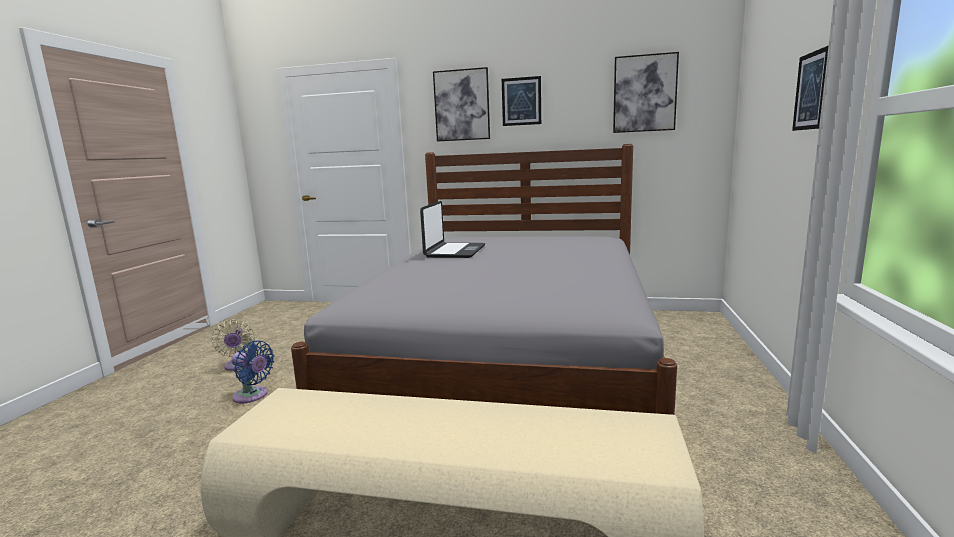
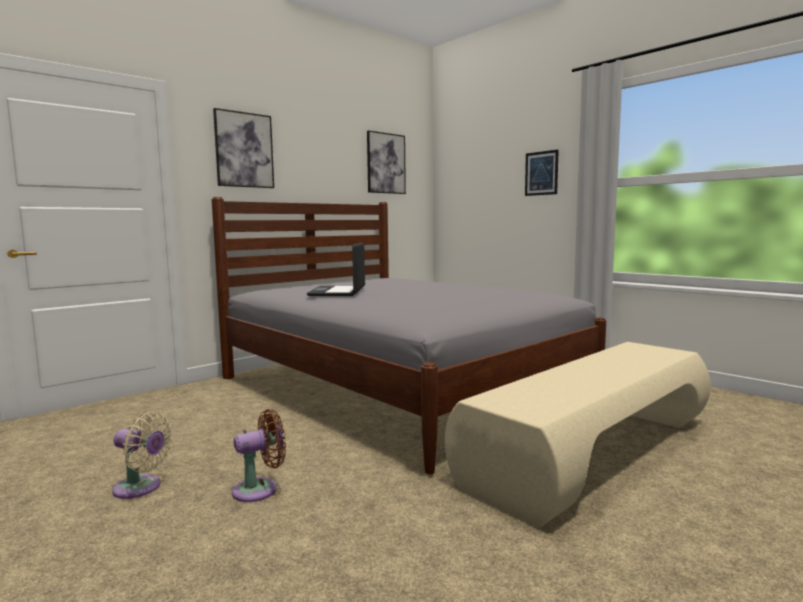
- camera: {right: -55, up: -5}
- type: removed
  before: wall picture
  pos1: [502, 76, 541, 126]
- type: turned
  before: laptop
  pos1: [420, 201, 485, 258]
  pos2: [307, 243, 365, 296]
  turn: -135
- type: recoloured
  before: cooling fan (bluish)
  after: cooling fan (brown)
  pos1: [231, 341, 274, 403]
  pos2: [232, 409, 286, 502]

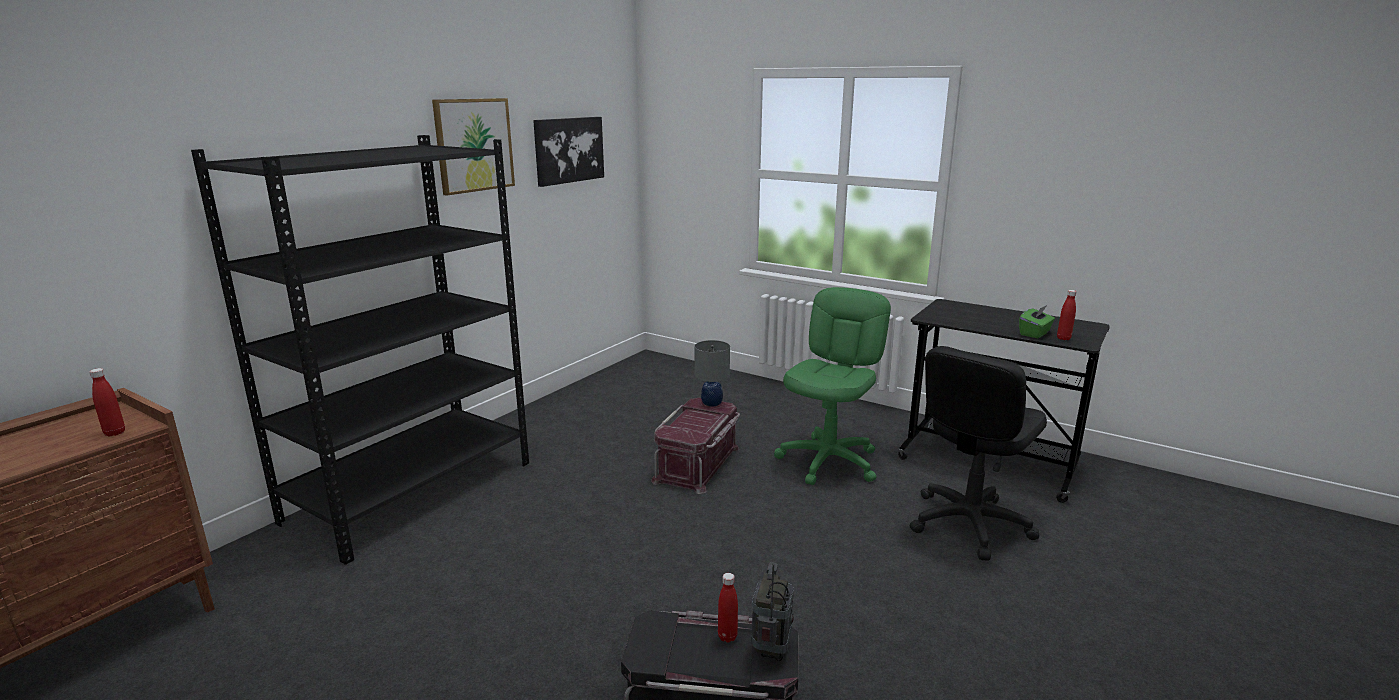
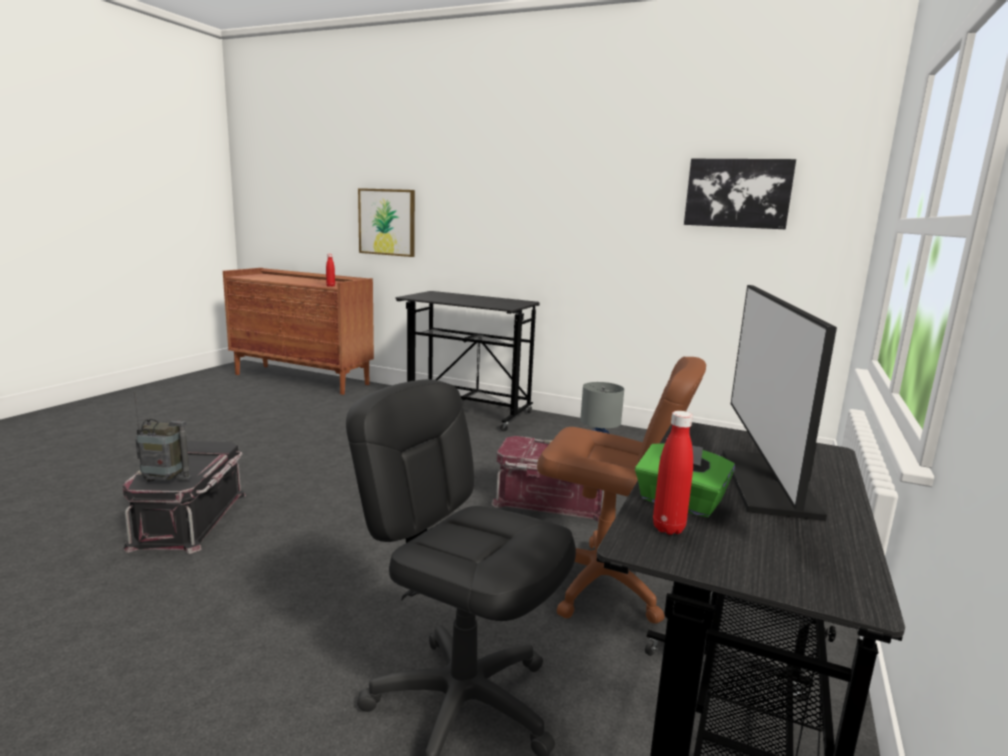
- camera: {right: 80, up: -5}
- type: moved
  before: wall picture
  pos1: [432, 98, 515, 196]
  pos2: [358, 188, 415, 257]
- type: replaced
  before: bookcase (black-coloured)
  after: desk (black-coloured)
  pos1: [191, 135, 529, 565]
  pos2: [396, 291, 540, 431]
- type: recoloured
  before: computer chair (greenish)
  after: computer chair (brown)
  pos1: [774, 287, 891, 485]
  pos2: [537, 357, 706, 624]
- type: removed
  before: drink bottle (red-coloured)
  pos1: [718, 573, 738, 643]
- type: added
  after: computer display
  pos2: [722, 285, 837, 521]

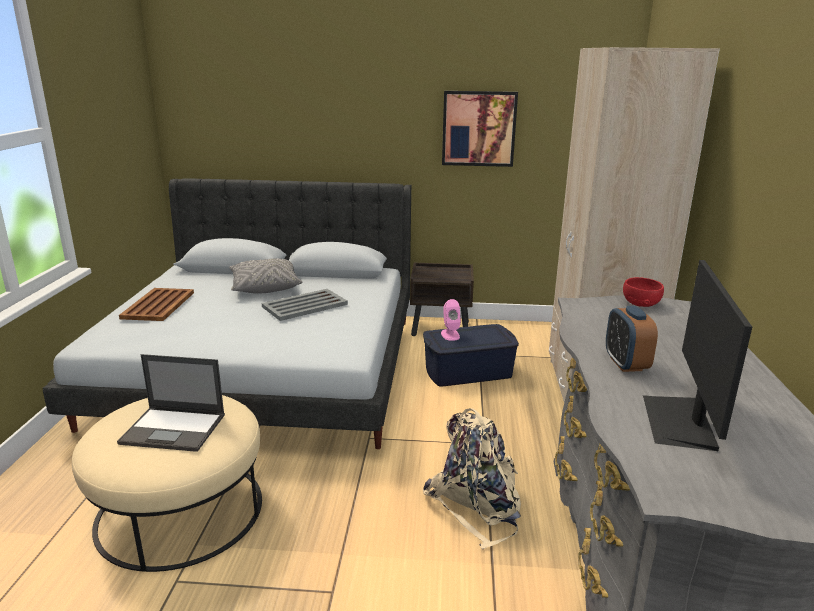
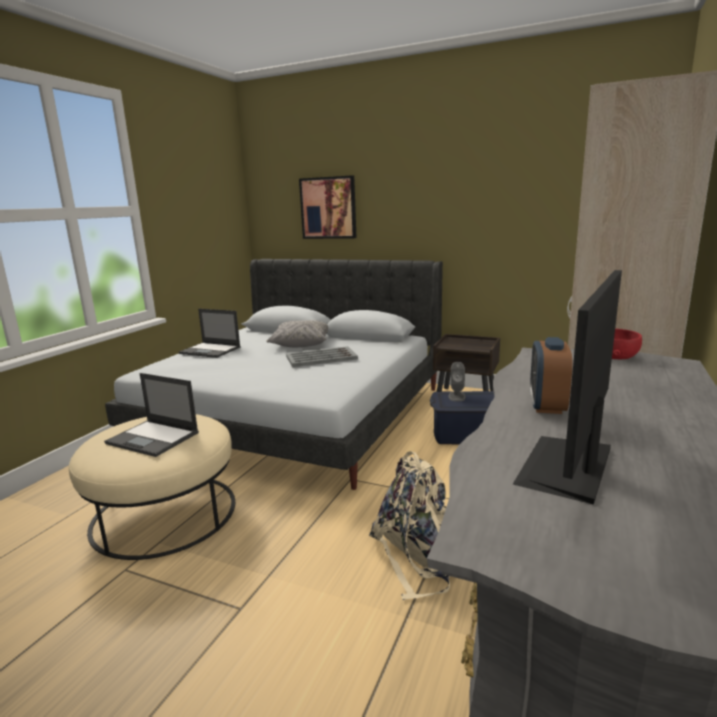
- camera: {right: 20, up: -5}
- type: moved
  before: wall picture
  pos1: [442, 91, 518, 167]
  pos2: [299, 175, 357, 239]
- type: replaced
  before: carrying tray (brown)
  after: laptop
  pos1: [119, 288, 194, 321]
  pos2: [179, 309, 241, 358]
- type: recoloured
  before: speaker (pinkish)
  after: speaker (greyish)
  pos1: [441, 299, 461, 341]
  pos2: [448, 362, 466, 401]

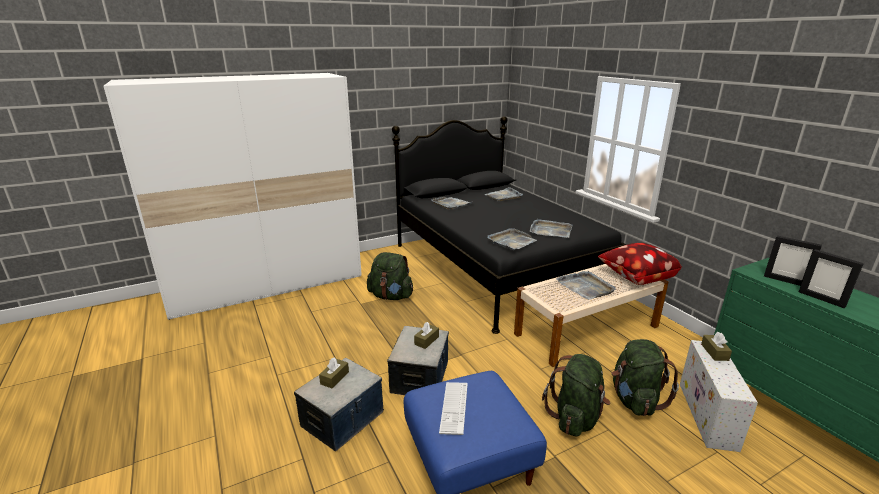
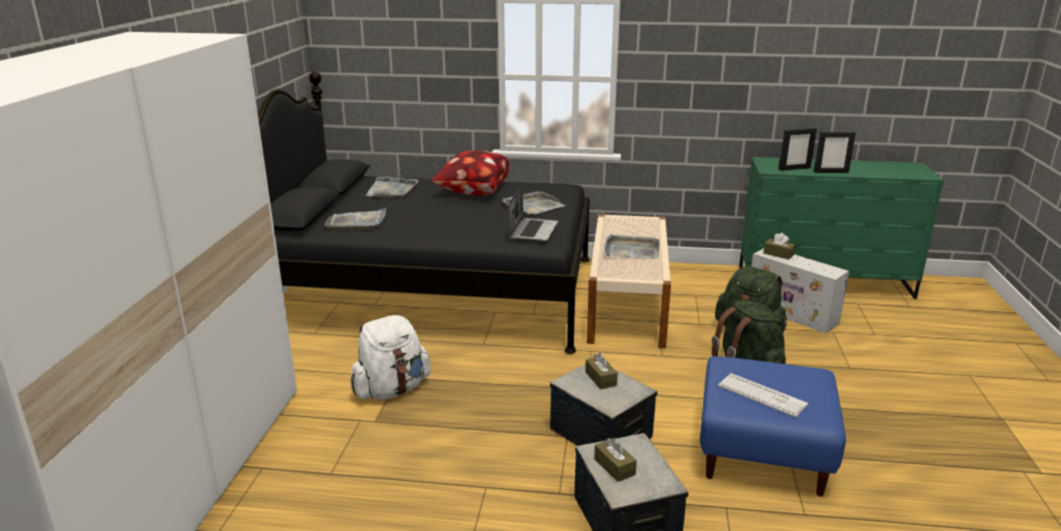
- camera: {right: -55, up: 0}
- type: replaced
  before: carrying tray (greyish)
  after: laptop
  pos1: [487, 228, 537, 250]
  pos2: [509, 185, 558, 242]
- type: moved
  before: pillow
  pos1: [598, 243, 682, 285]
  pos2: [432, 151, 509, 195]
- type: recoloured
  before: backpack (greenish)
  after: backpack (white-coloured)
  pos1: [367, 252, 413, 300]
  pos2: [350, 315, 431, 400]

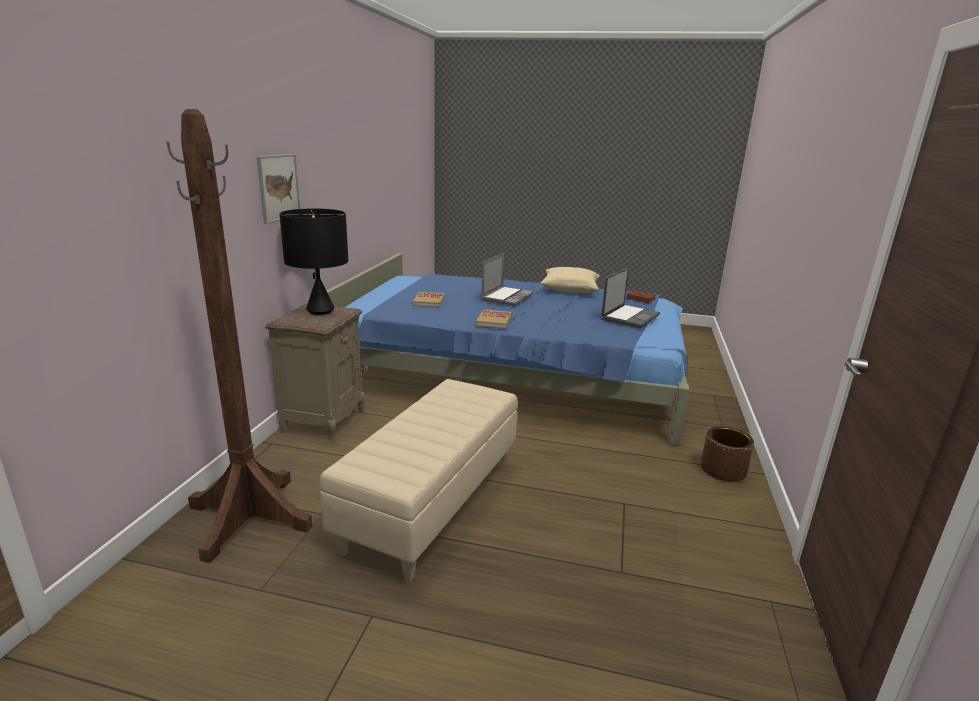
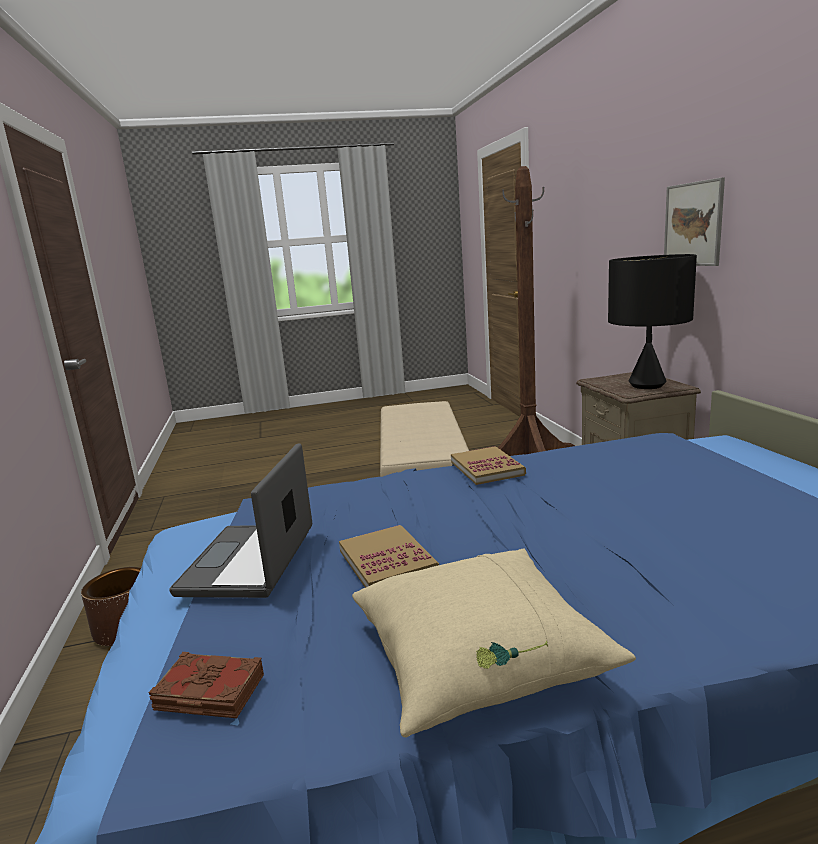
- camera: {right: 155, up: -5}
- type: removed
  before: laptop
  pos1: [481, 253, 533, 306]
- type: moved
  before: bound book
  pos1: [412, 292, 445, 307]
  pos2: [339, 525, 439, 588]

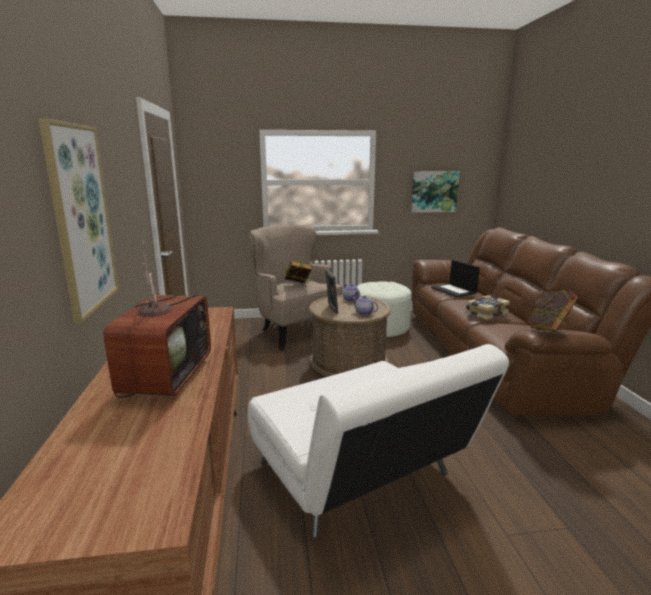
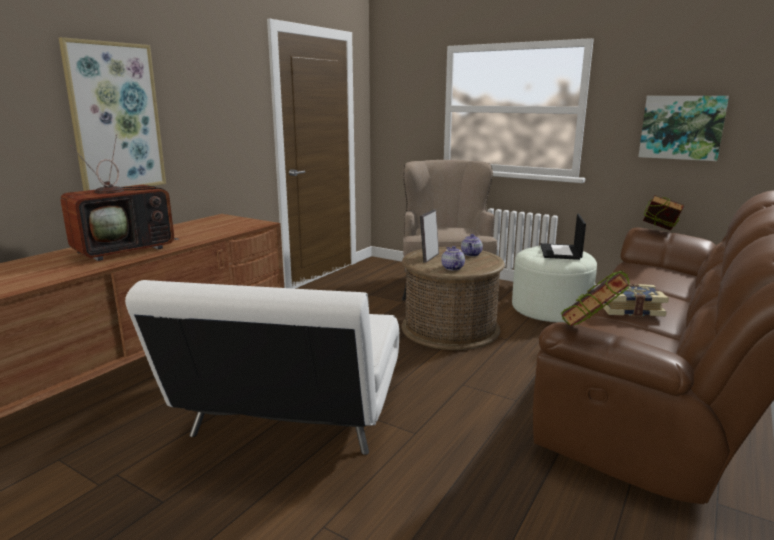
- camera: {right: 40, up: 0}
- type: moved
  before: bound book
  pos1: [285, 260, 312, 283]
  pos2: [643, 195, 684, 231]
- type: moved
  before: laptop
  pos1: [431, 260, 480, 297]
  pos2: [540, 214, 586, 260]

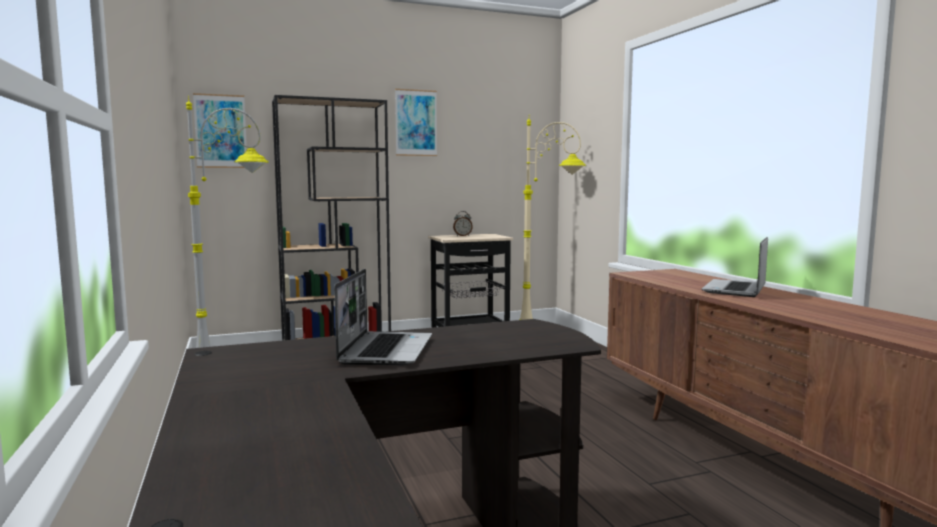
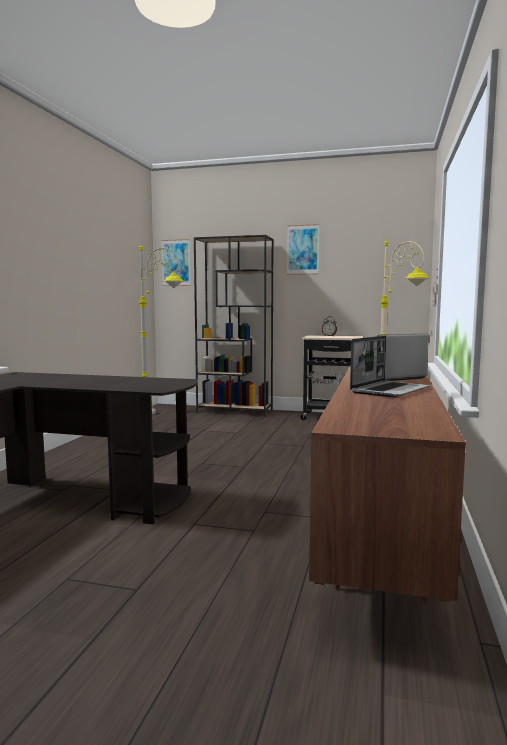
- camera: {right: 35, up: 0}
- type: moved
  before: laptop
  pos1: [334, 269, 432, 366]
  pos2: [350, 336, 430, 398]

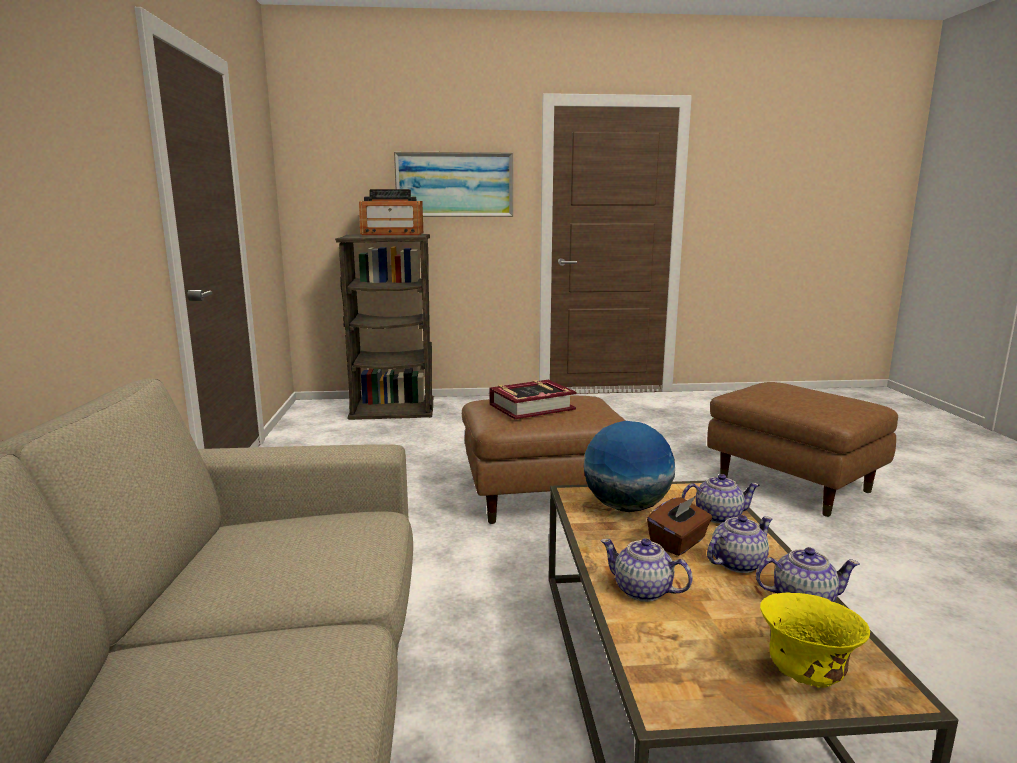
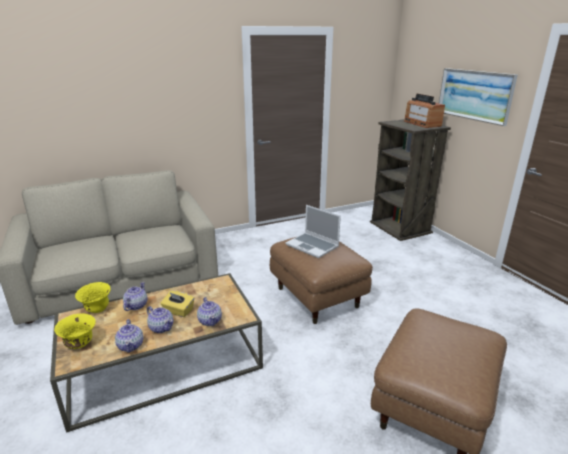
- camera: {right: 70, up: 10}
- type: replaced
  before: bound book
  after: laptop
  pos1: [489, 380, 576, 419]
  pos2: [286, 205, 341, 258]
- type: removed
  before: globe
  pos1: [584, 421, 675, 512]
- type: recoloured
  before: tissue box (brown)
  after: tissue box (yellow)
  pos1: [647, 496, 712, 556]
  pos2: [161, 291, 194, 317]
- type: added
  after: deep dish (yellow)
  pos2: [75, 282, 111, 313]

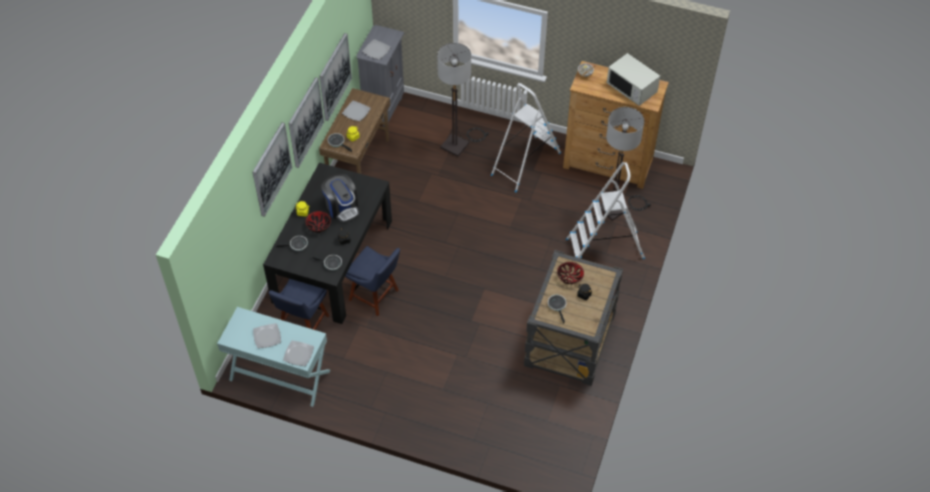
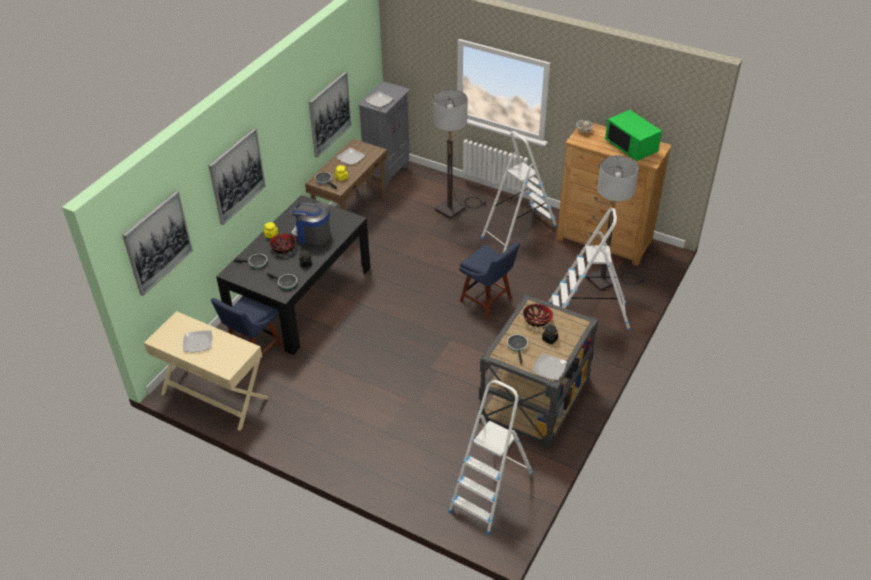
- camera: {right: 10, up: -10}
- type: recoloured
  before: microwave oven (white-coloured)
  after: microwave oven (greenish)
  pos1: [607, 53, 660, 106]
  pos2: [605, 110, 662, 161]
- type: moved
  before: wall picture
  pos1: [288, 77, 324, 168]
  pos2: [122, 191, 193, 296]
- type: turned
  before: coffee brewer
  pos1: [321, 174, 359, 223]
  pos2: [290, 202, 331, 245]
  turn: 135
- type: moved
  before: plain chair (bluish)
  pos1: [345, 246, 400, 316]
  pos2: [459, 242, 520, 318]
- type: recoloured
  before: desk (turquoise)
  after: desk (sand-coloured)
  pos1: [217, 307, 330, 407]
  pos2: [144, 311, 269, 431]
- type: moved
  before: flat dish
  pos1: [283, 341, 314, 366]
  pos2: [532, 353, 567, 380]
- type: added
  after: step ladder (white-coloured)
  pos2: [448, 380, 533, 535]

